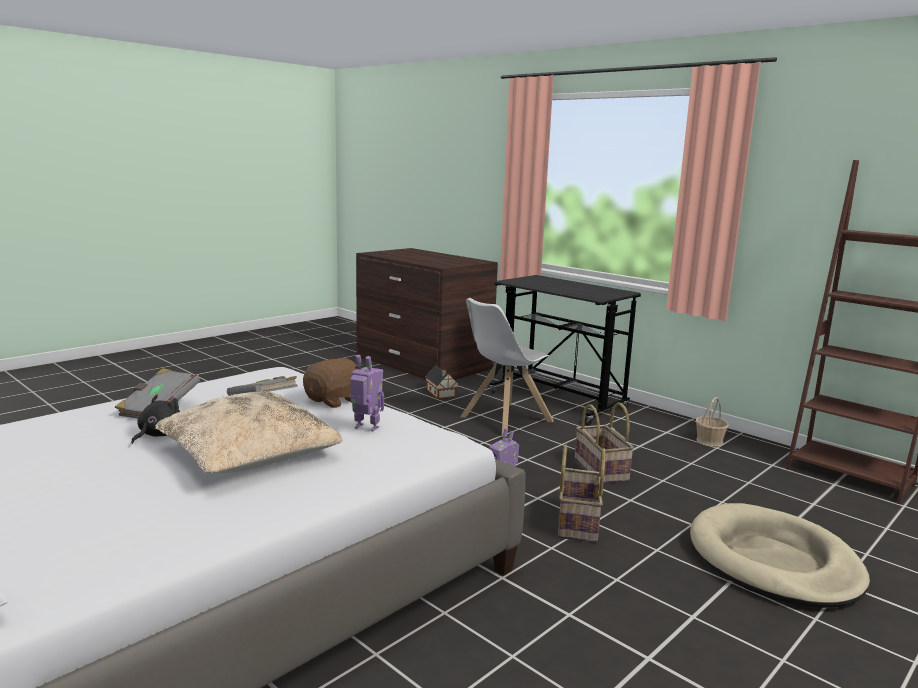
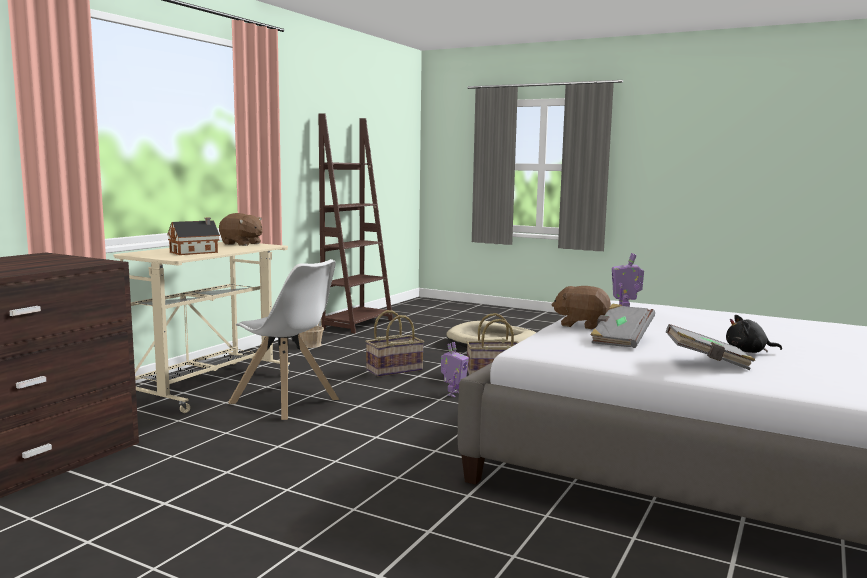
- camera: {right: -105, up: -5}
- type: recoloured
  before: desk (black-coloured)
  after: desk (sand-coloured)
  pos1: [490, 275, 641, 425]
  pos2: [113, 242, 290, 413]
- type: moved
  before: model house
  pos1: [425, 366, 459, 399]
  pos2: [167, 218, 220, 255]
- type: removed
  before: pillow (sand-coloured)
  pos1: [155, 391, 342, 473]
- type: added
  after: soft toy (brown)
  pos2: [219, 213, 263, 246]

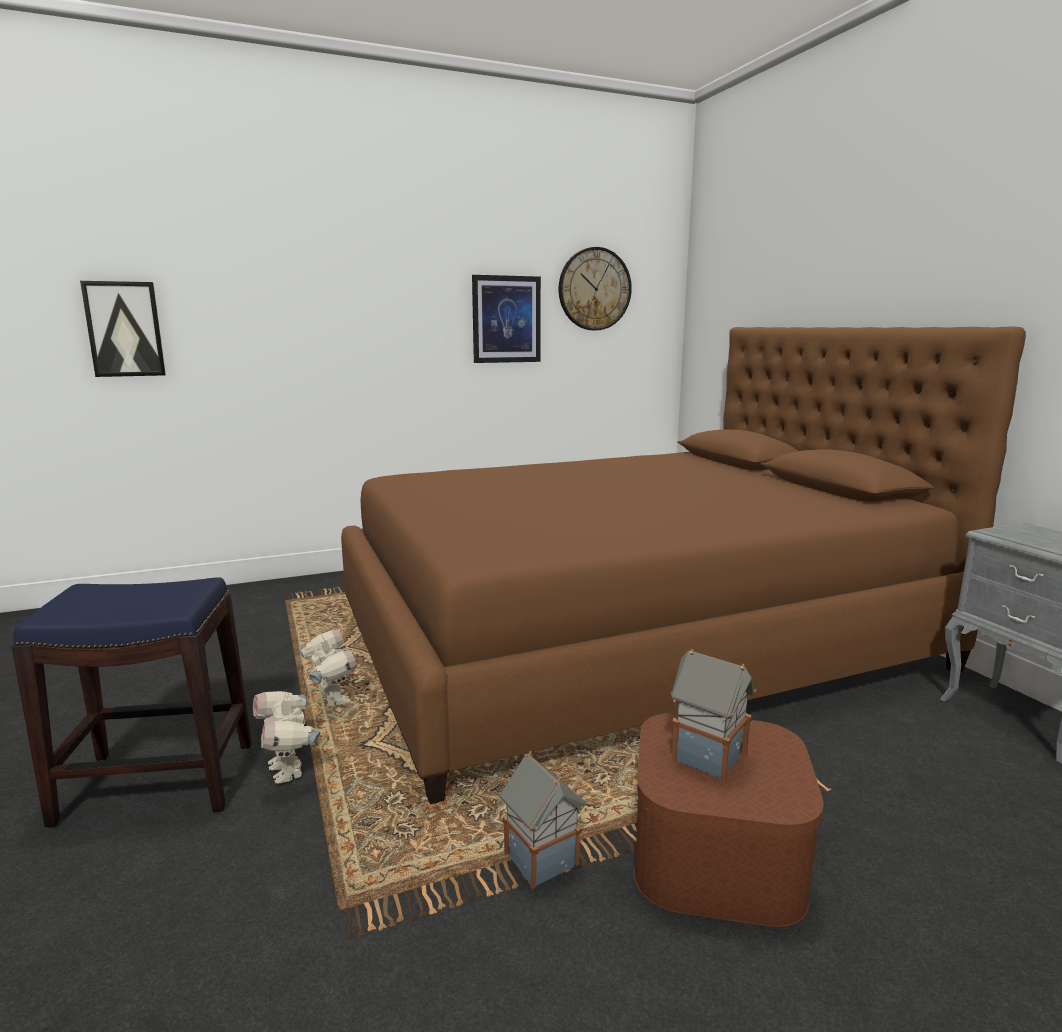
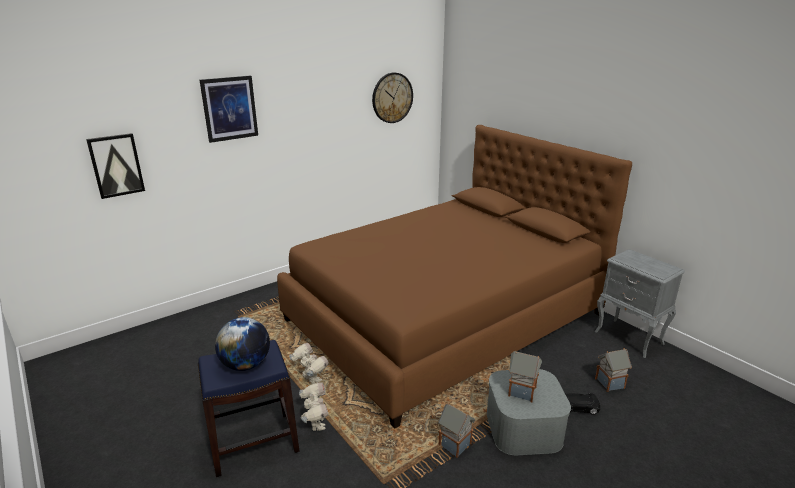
- camera: {right: -15, up: 10}
- type: moved
  before: wall picture
  pos1: [472, 275, 541, 363]
  pos2: [200, 75, 258, 143]
- type: turned
  before: robot figure
  pos1: [253, 690, 320, 784]
  pos2: [299, 383, 329, 431]
  turn: -150
- type: recoloured
  before: storage bin (brown)
  after: storage bin (greyish)
  pos1: [634, 713, 824, 927]
  pos2: [487, 369, 571, 455]
- type: added
  after: globe
  pos2: [215, 317, 270, 371]
- type: added
  after: model house
  pos2: [595, 348, 632, 392]
- type: added
  after: model car (black-coloured)
  pos2: [565, 393, 600, 415]

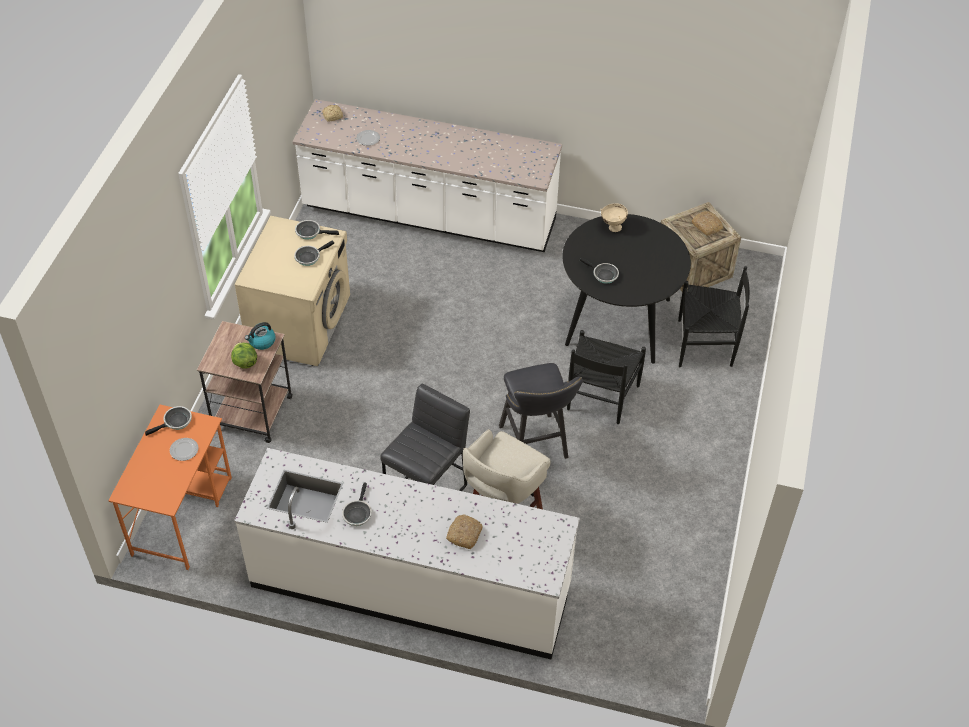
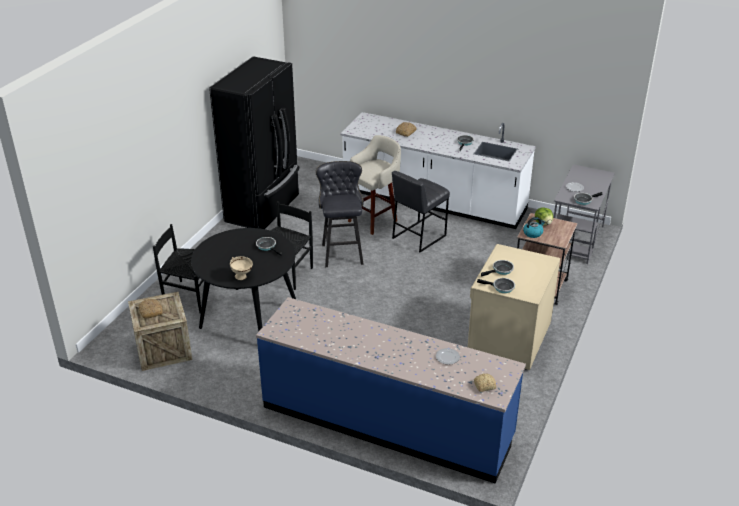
- camera: {right: -170, up: -15}
- type: recoloured
  before: kitchen counter (white-coloured)
  after: kitchen counter (bluish)
  pos1: [292, 99, 562, 252]
  pos2: [256, 297, 526, 484]
- type: recoloured
  before: desk (orange-coloured)
  after: desk (greyish)
  pos1: [108, 405, 232, 570]
  pos2: [554, 164, 615, 264]
- type: added
  after: kitchen fridge (black-coloured)
  pos2: [209, 57, 300, 229]

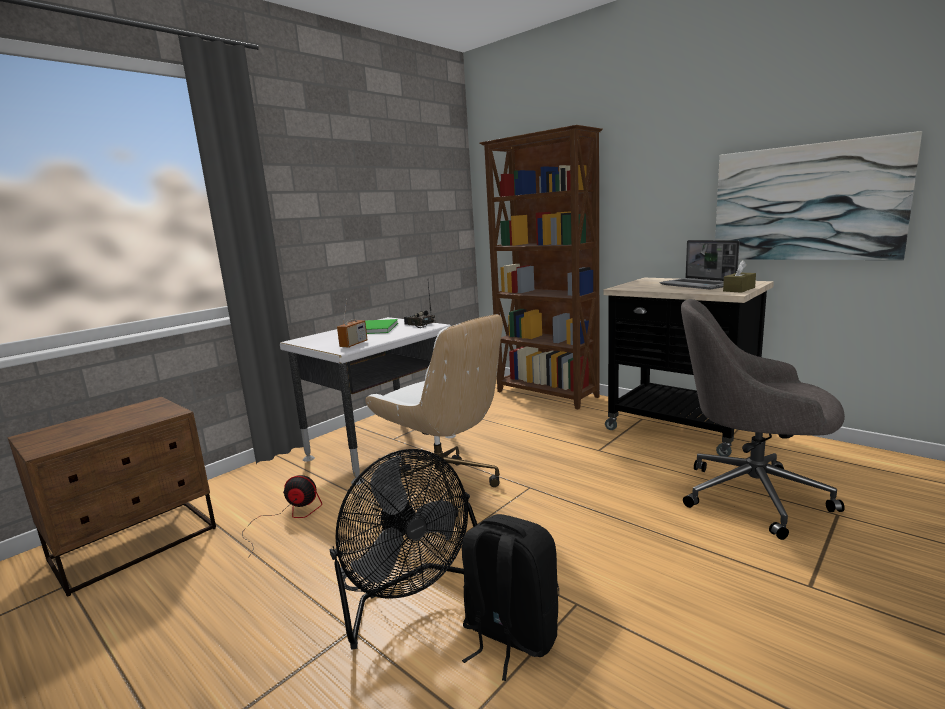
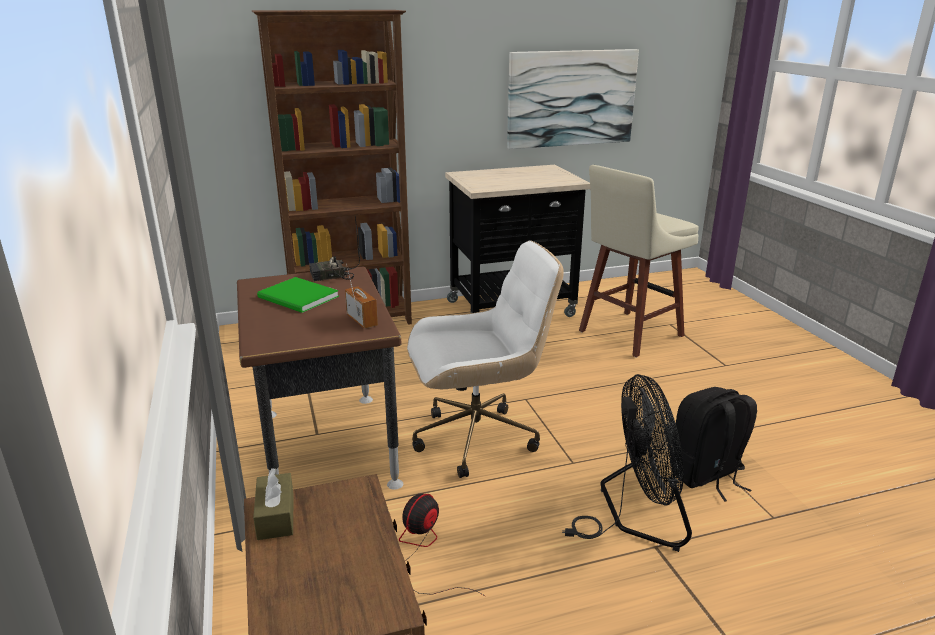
- camera: {right: -60, up: 10}
- type: removed
  before: laptop
  pos1: [659, 240, 740, 289]
- type: moved
  before: tissue box (brown)
  pos1: [723, 260, 756, 293]
  pos2: [253, 468, 294, 540]
- type: replaced
  before: computer chair (greyish)
  after: stool seat (sand-coloured)
  pos1: [681, 299, 845, 540]
  pos2: [579, 165, 699, 358]
- type: recoloured
  before: desk (white-coloured)
  after: desk (brown)
  pos1: [280, 317, 456, 485]
  pos2: [237, 266, 403, 490]

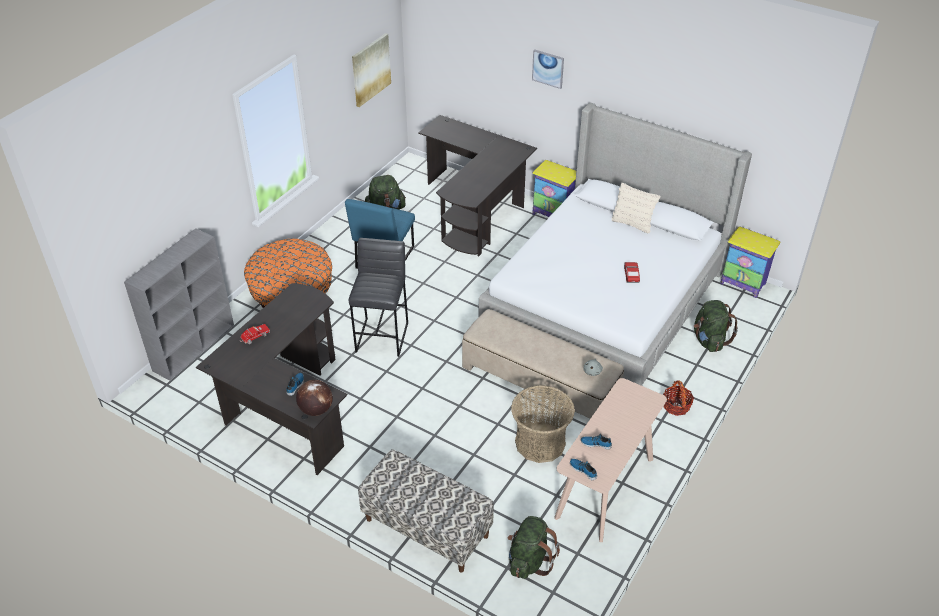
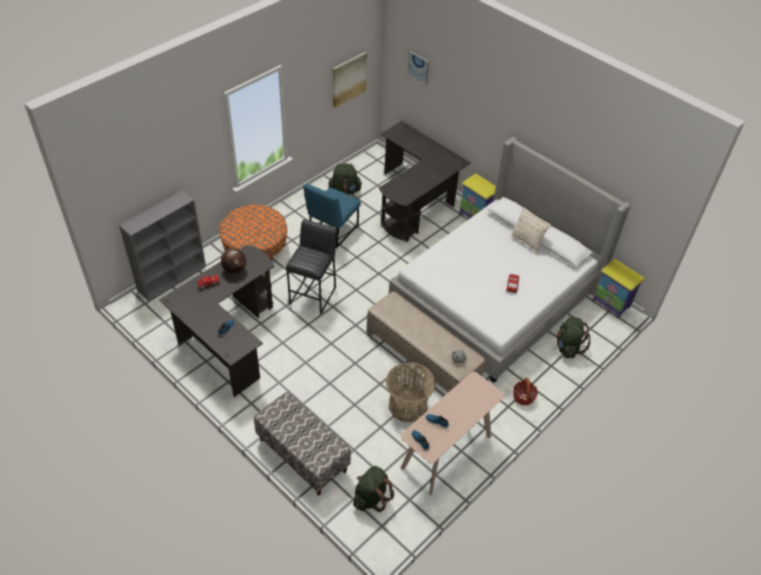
- camera: {right: 10, up: 5}
- type: moved
  before: wall picture
  pos1: [532, 49, 564, 89]
  pos2: [407, 51, 430, 85]
- type: moved
  before: globe
  pos1: [296, 380, 333, 416]
  pos2: [221, 248, 246, 274]

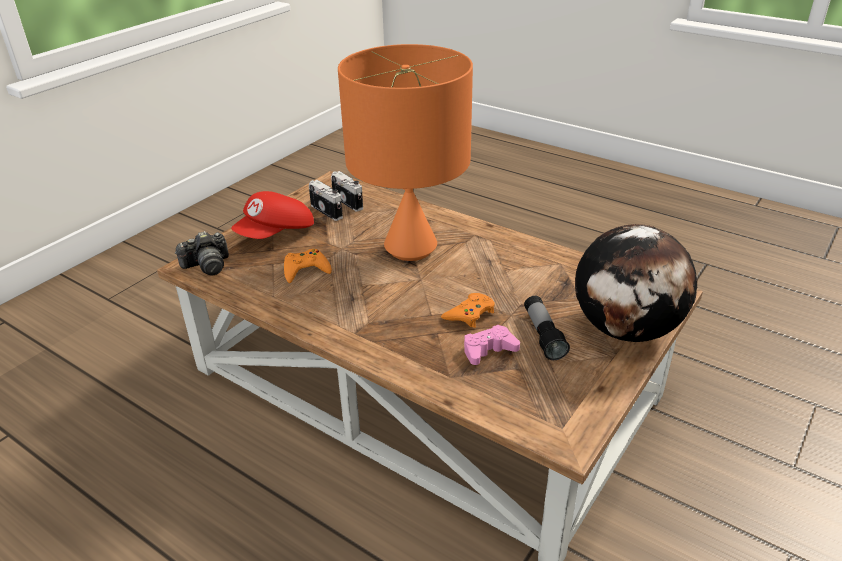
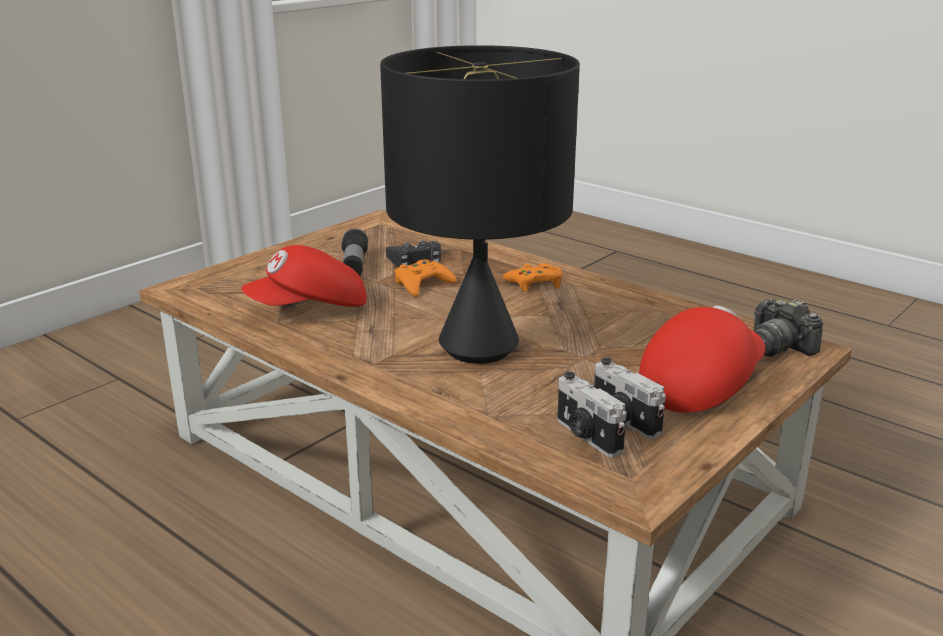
- camera: {right: -175, up: -10}
- type: recoloured
  before: tabletop lamp (orange-coloured)
  after: tabletop lamp (black-coloured)
  pos1: [338, 44, 473, 261]
  pos2: [380, 45, 580, 364]
- type: removed
  before: globe
  pos1: [575, 224, 698, 342]
- type: turned
  before: photo camera
  pos1: [175, 231, 229, 276]
  pos2: [754, 299, 823, 357]
  turn: -105
- type: moved
  before: game controller (orange-coloured)
  pos1: [284, 249, 332, 283]
  pos2: [503, 263, 562, 292]
- type: recoloured
  before: game controller (pinkish)
  after: game controller (black-coloured)
  pos1: [464, 325, 520, 365]
  pos2: [386, 240, 441, 267]
- type: added
  after: baseball cap (red-coloured)
  pos2: [241, 245, 367, 307]

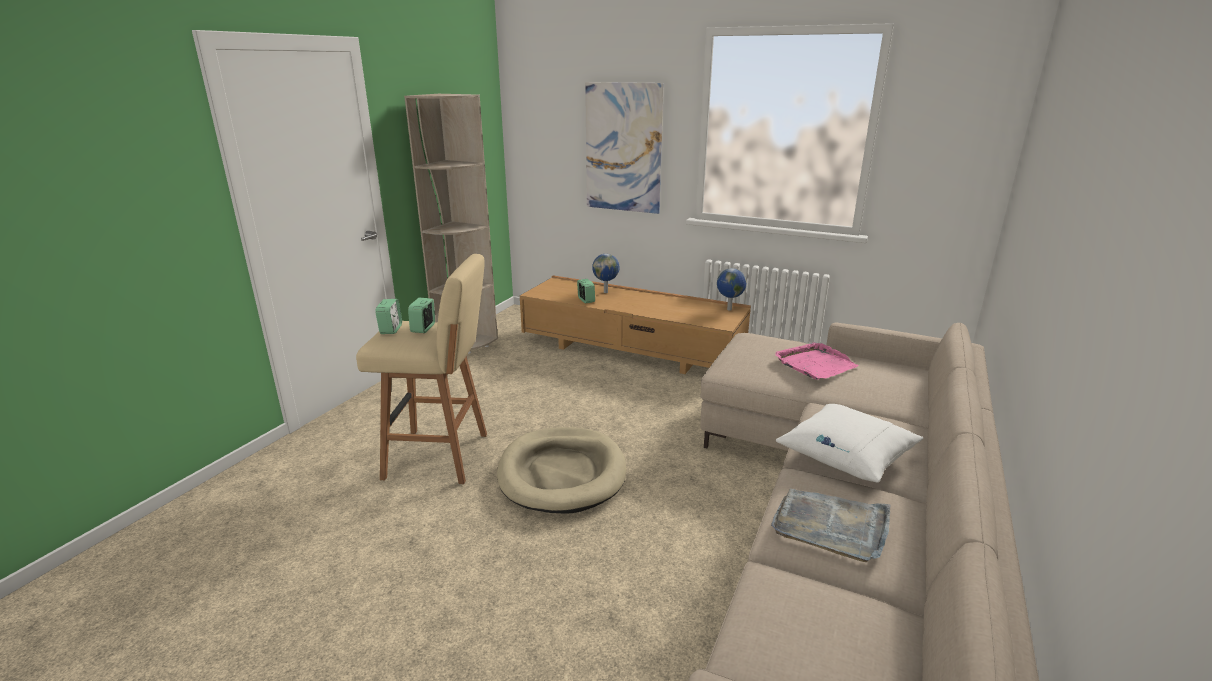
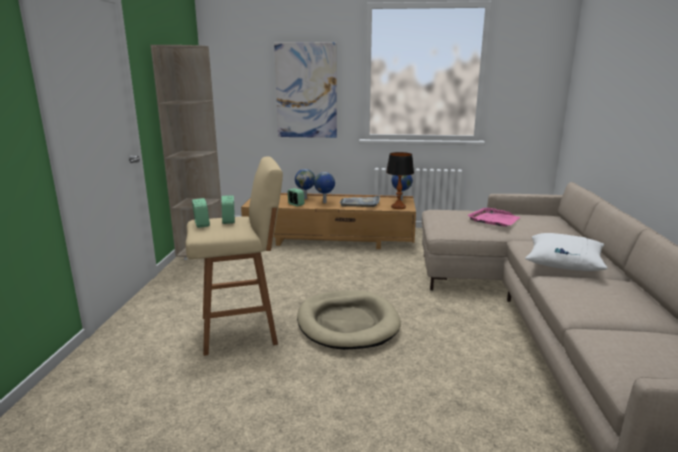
- camera: {right: -20, up: -5}
- type: moved
  before: carrying tray (greyish)
  pos1: [771, 489, 890, 562]
  pos2: [340, 195, 380, 207]
- type: added
  after: tabletop lamp
  pos2: [386, 152, 414, 209]
- type: added
  after: globe
  pos2: [314, 172, 335, 203]

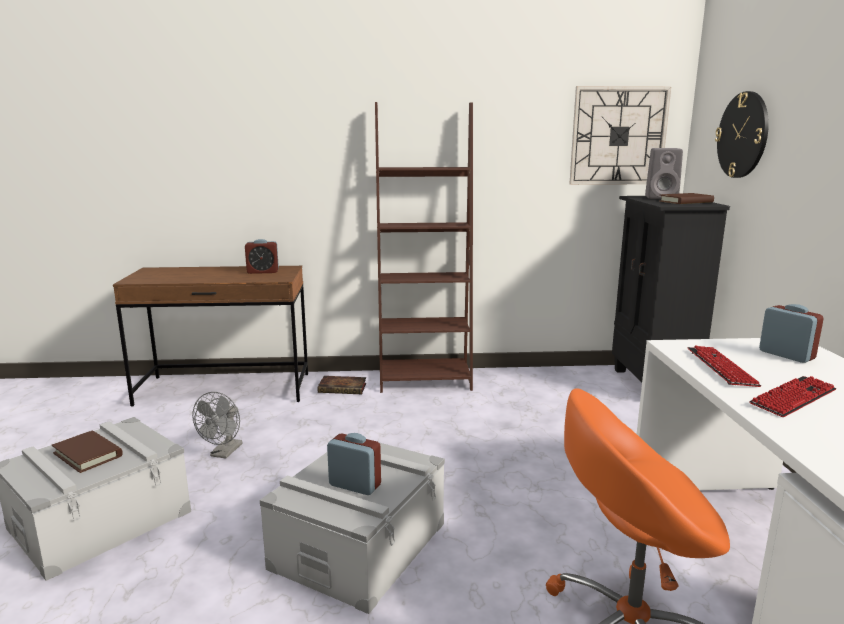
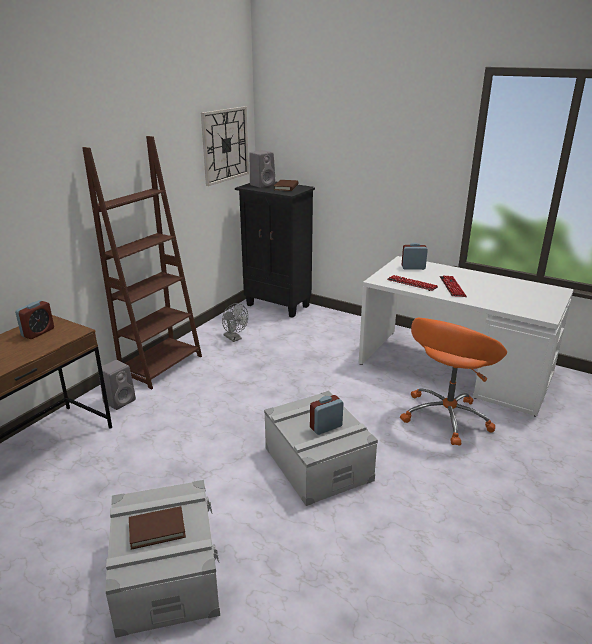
- camera: {right: -55, up: 10}
- type: removed
  before: wall clock
  pos1: [715, 91, 769, 178]
- type: replaced
  before: bound book
  after: speaker (greyish)
  pos1: [318, 376, 366, 394]
  pos2: [99, 360, 136, 410]
- type: moved
  before: cooling fan (greyish)
  pos1: [192, 392, 242, 459]
  pos2: [222, 303, 248, 342]

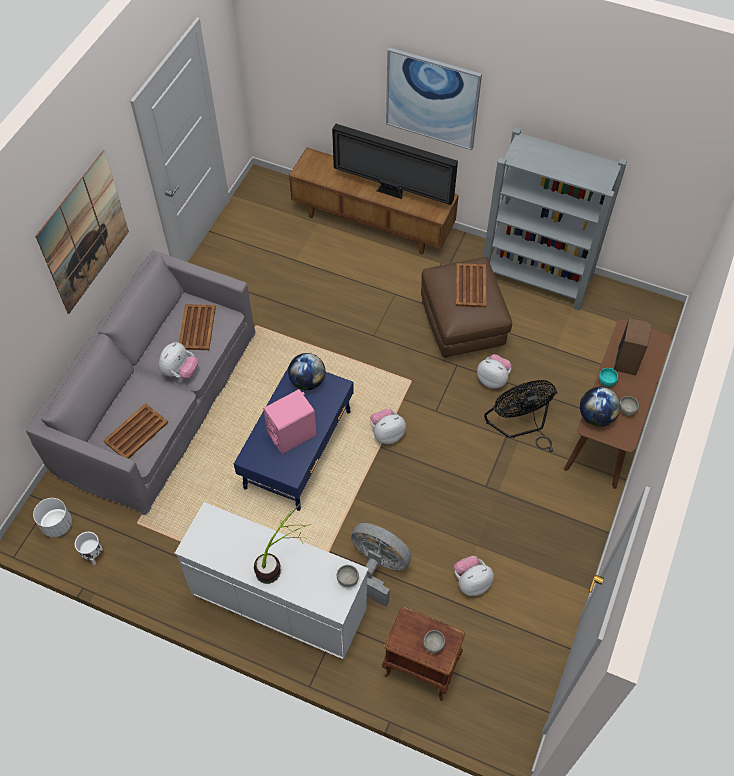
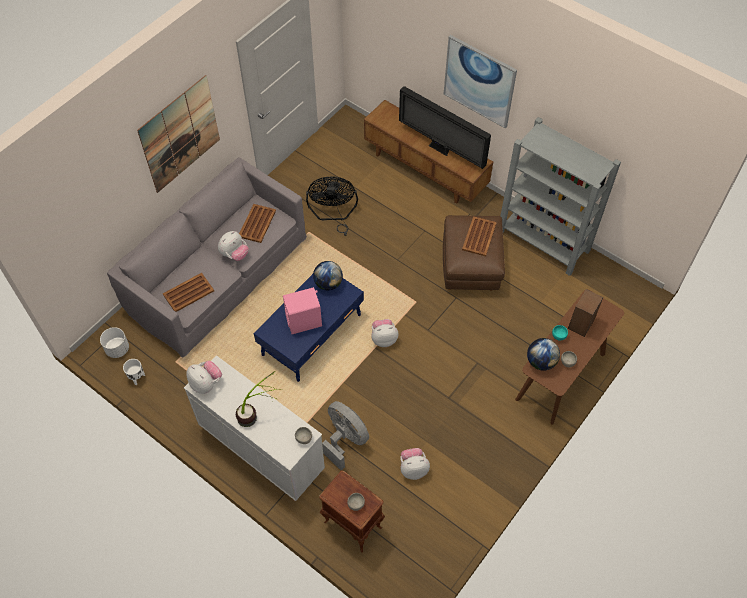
- camera: {right: 15, up: 0}
- type: moved
  before: soft toy
  pos1: [477, 354, 512, 389]
  pos2: [186, 361, 222, 394]
- type: moved
  before: cooling fan (black-coloured)
  pos1: [484, 380, 558, 452]
  pos2: [306, 177, 358, 236]

